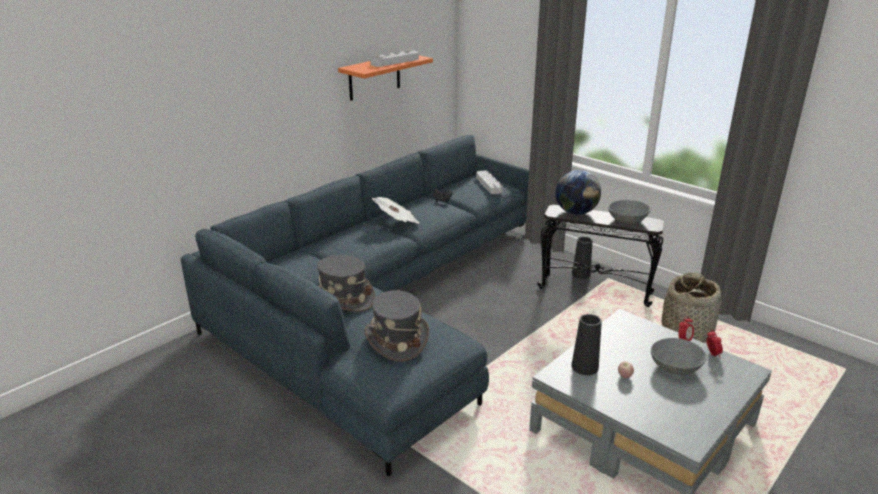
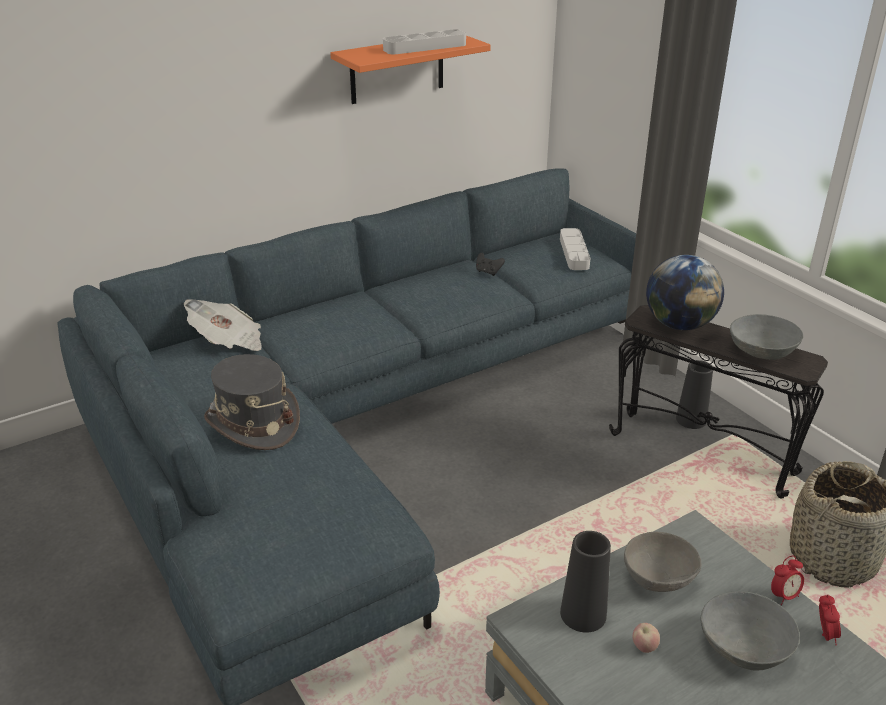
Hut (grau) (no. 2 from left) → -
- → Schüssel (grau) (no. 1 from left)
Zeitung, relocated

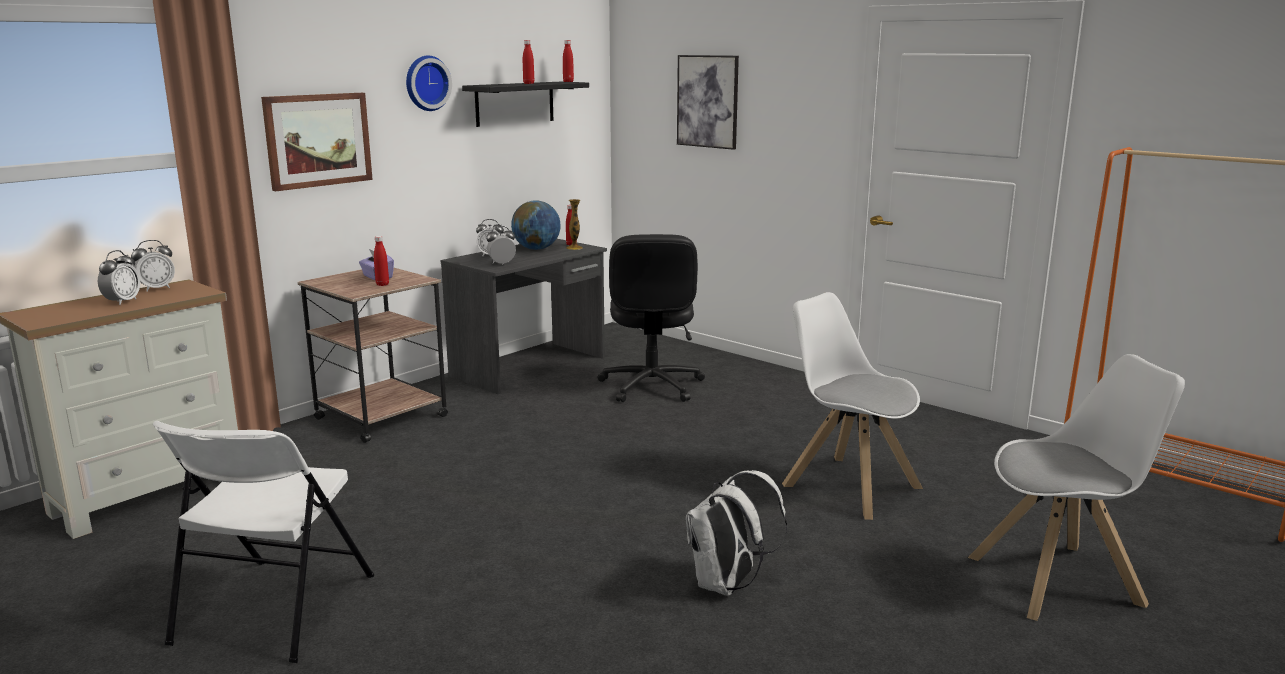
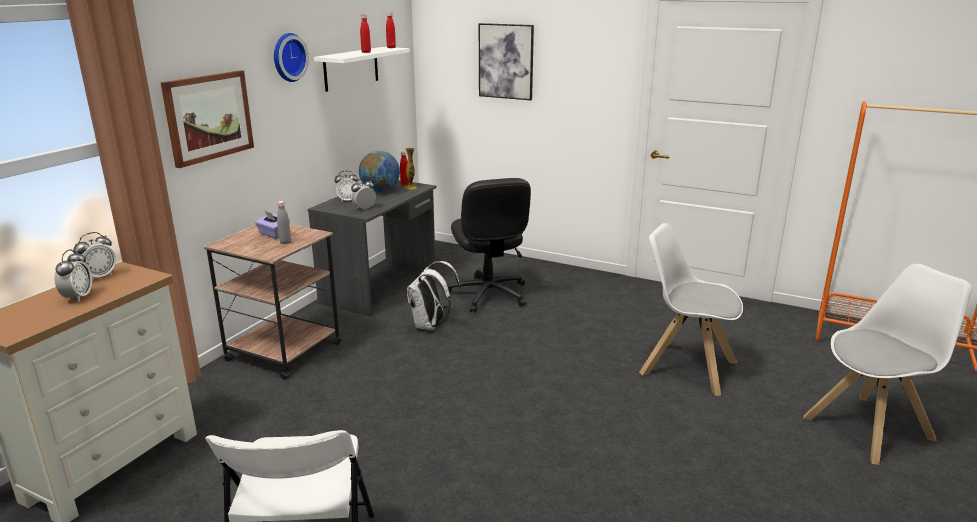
Rucksack (weiß), relocated
Flasche (rot) (no. 1 from left) → Flasche (grau)
Wandregal (schwarz) → Wandregal (weiß)

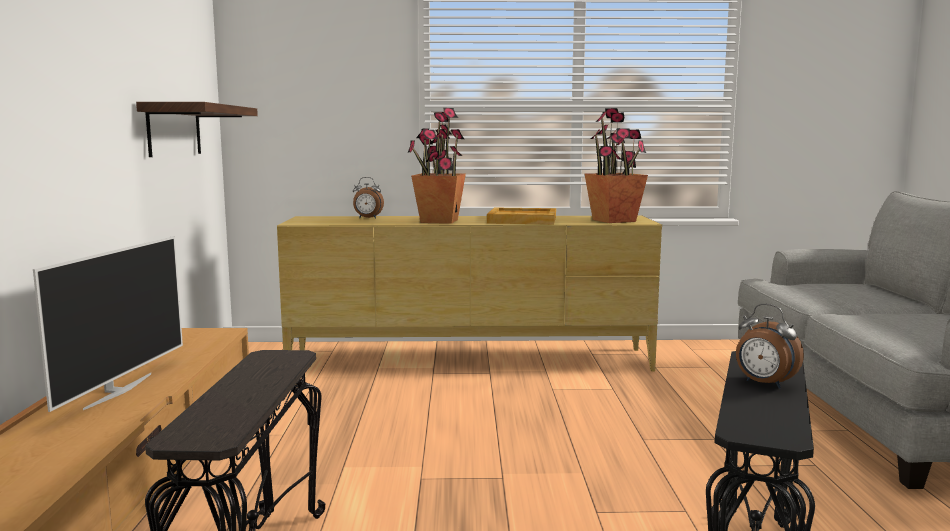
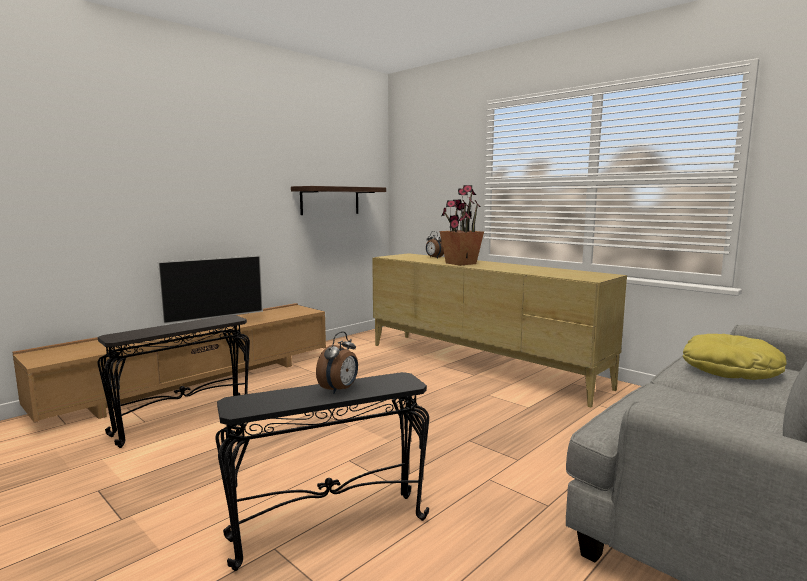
Tablett (beige) → -
Topfpflanze (no. 2 from left) → -
- → Kissen (gelb)
Wecker (no. 2 from left in the first image) → Wecker (no. 1 from left), 150 degrees counterclockwise

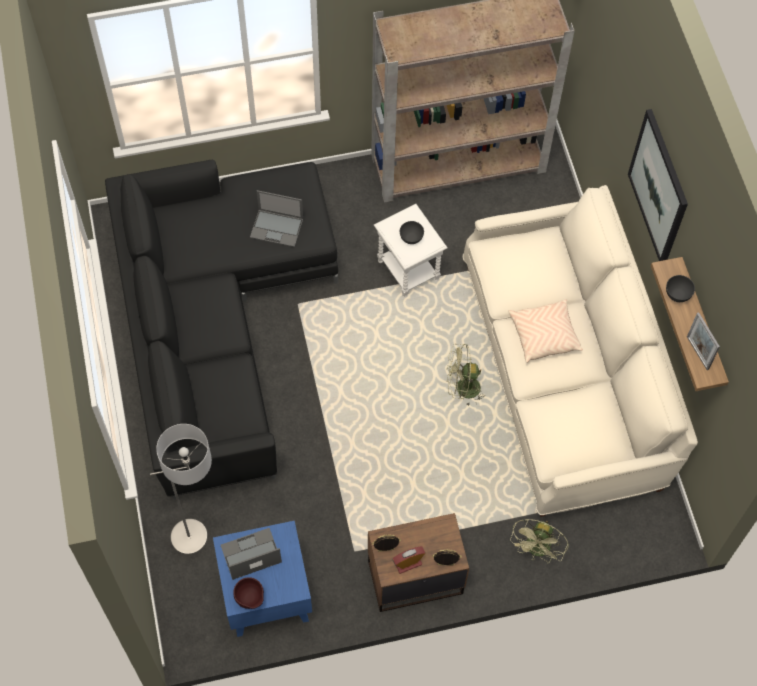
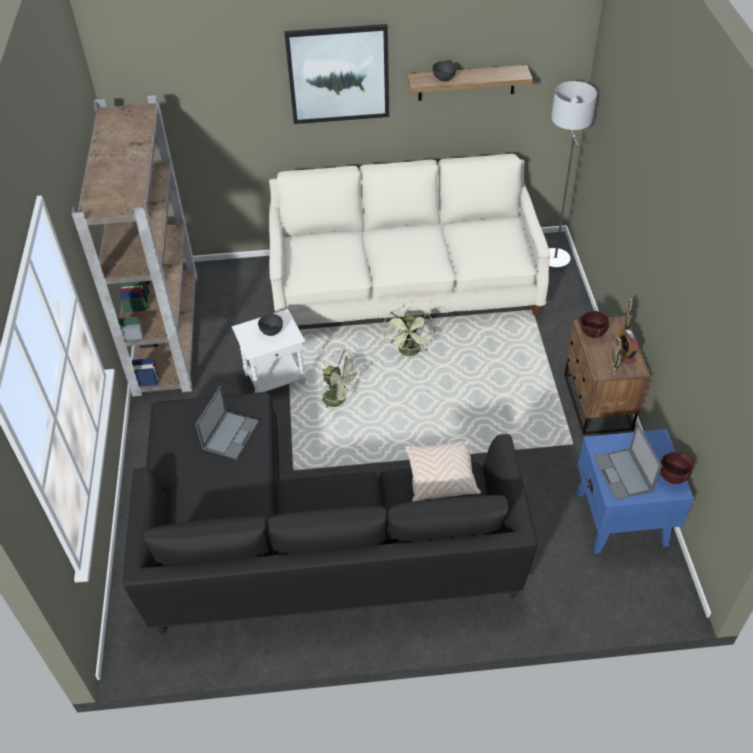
Bilderrahmen (no. 3 from left) → -
- → Schüssel (braun) (no. 1 from left)
Stehlampe (grau), relocated
Kissen (beige), relocated
Ventilator (grün) (no. 2 from left in the first image) → Ventilator (grün) (no. 1 from left), relocated

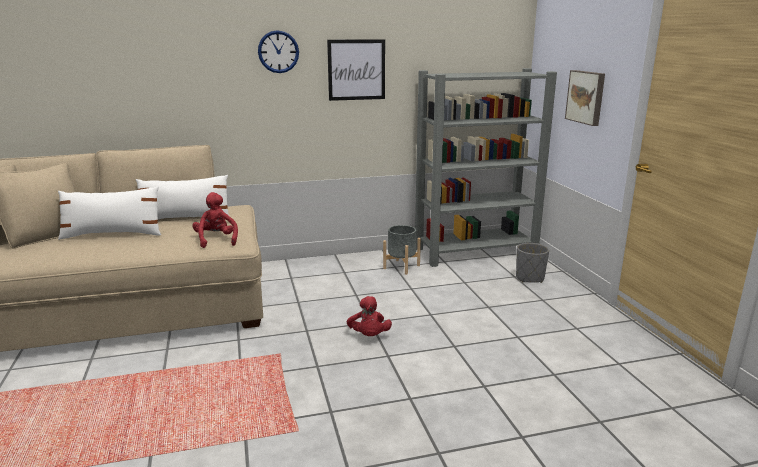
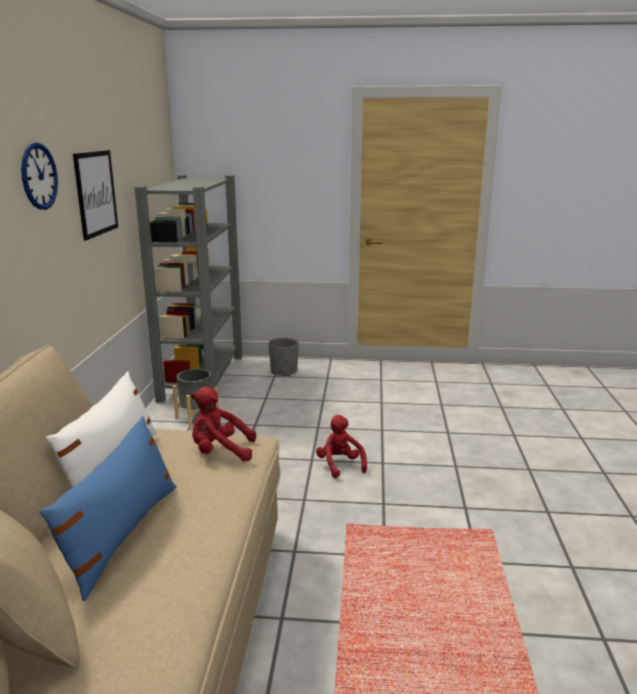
Bild (no. 2 from left) → -
Kissen (weiß) (no. 1 from left) → Kissen (blau)
Plüschtier (rot) (no. 2 from left), 120 degrees counterclockwise

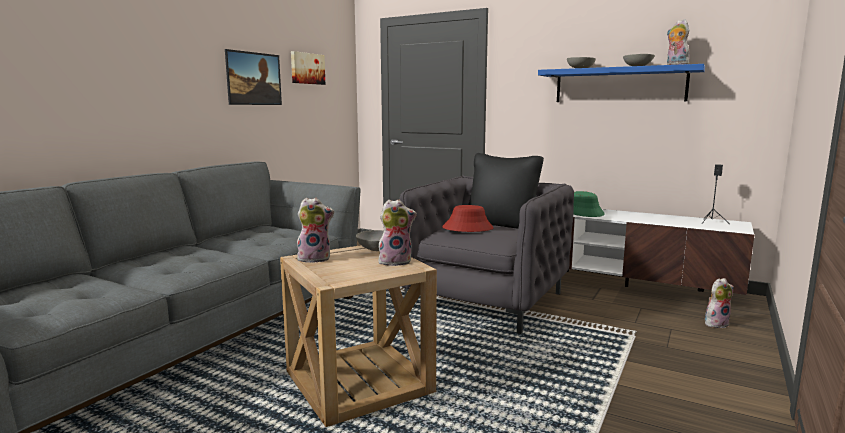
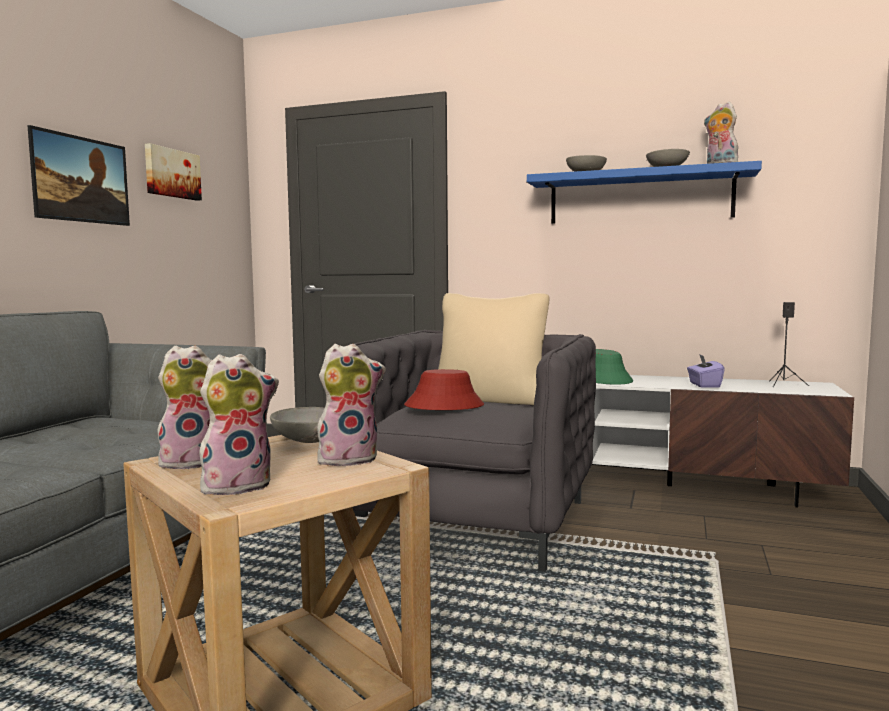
- → Taschentuchbox (lila)
Plüschtier (no. 4 from left in the first image) → Plüschtier (no. 2 from left), relocated
Kissen (schwarz) → Kissen (beige)

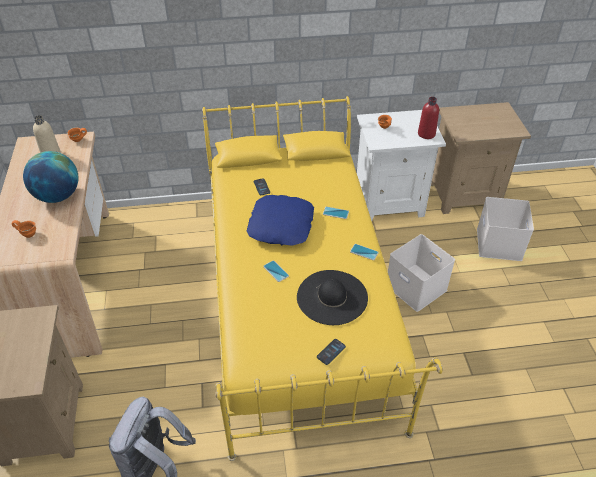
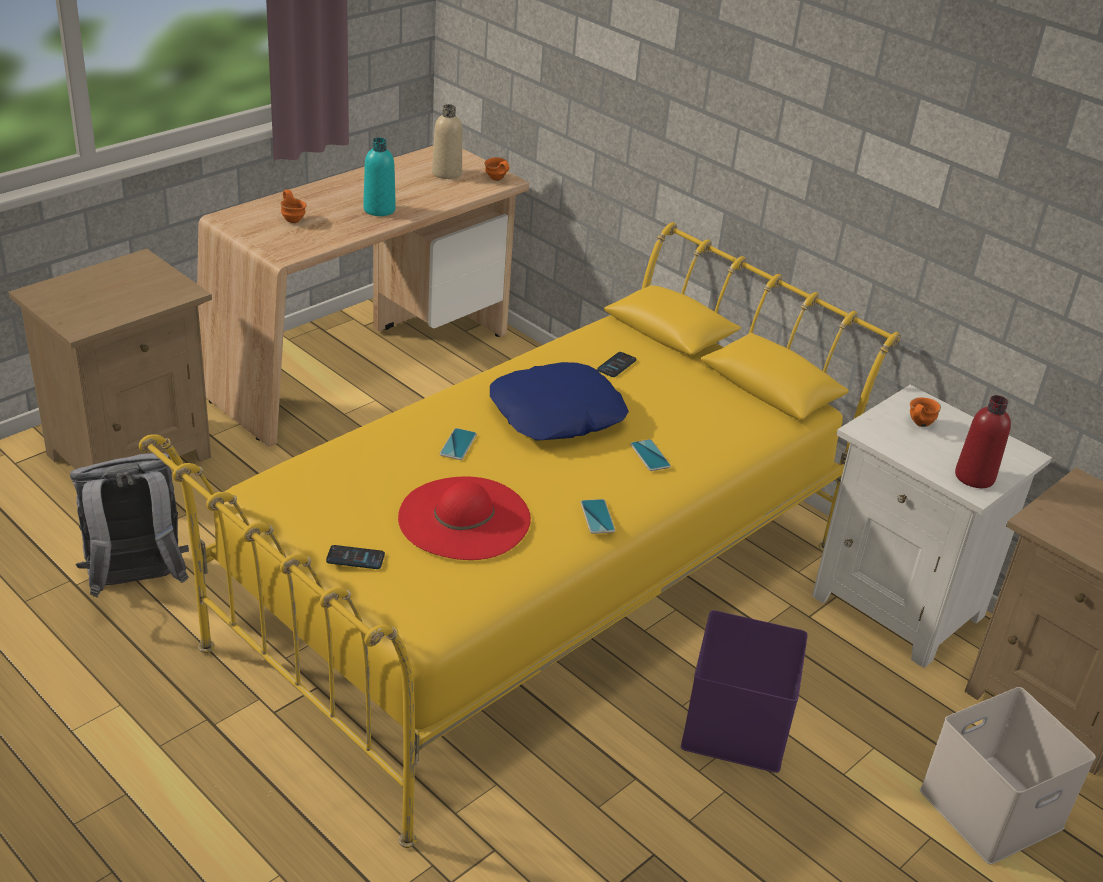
Globus → Flasche (türkis)
Hut (schwarz) → Hut (rot)
Aufbewahrungsbox (weiß) (no. 1 from left) → Aufbewahrungsbox (lila)

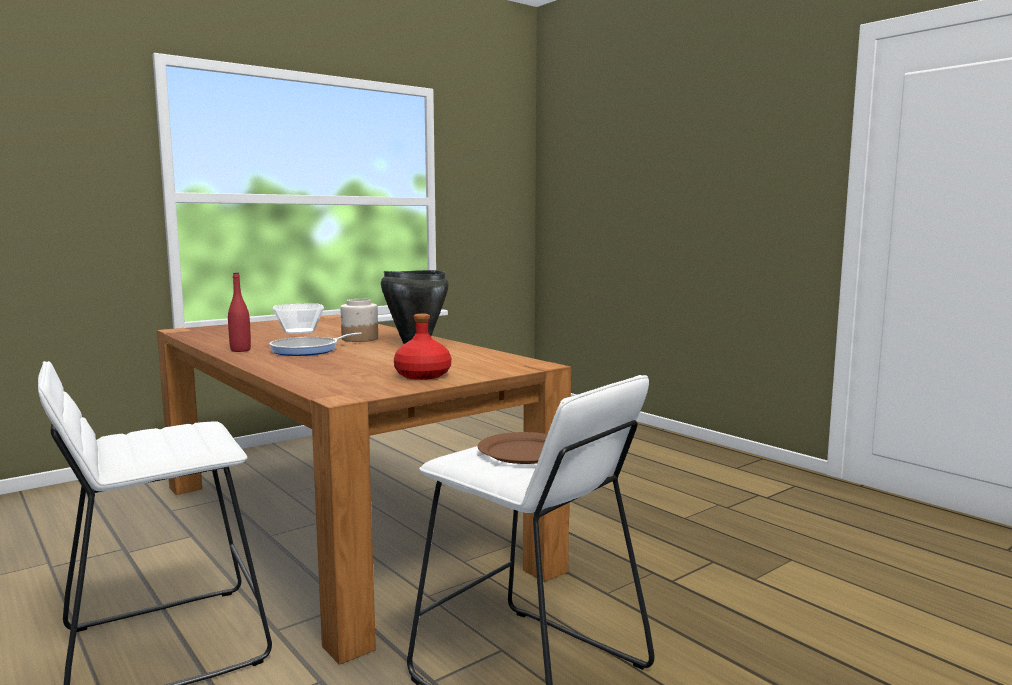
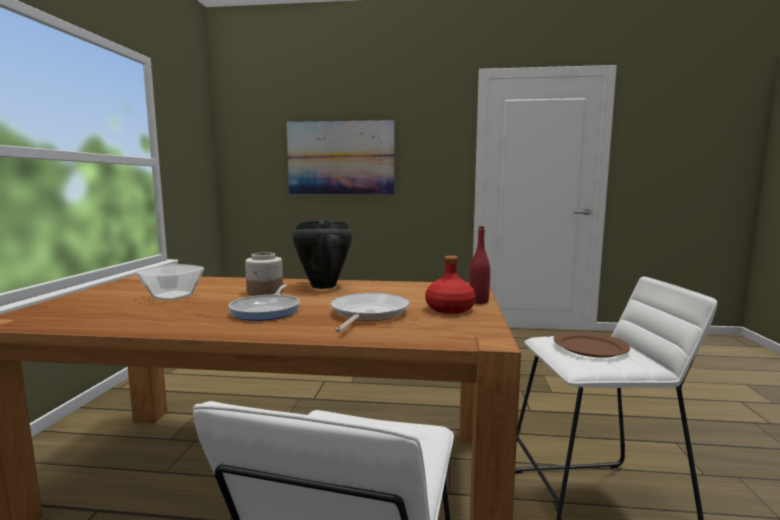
- → Bild
- → Pfanne (no. 2 from left)
Flasche (rot) (no. 1 from left in the first image) → Flasche (rot) (no. 2 from left), relocated

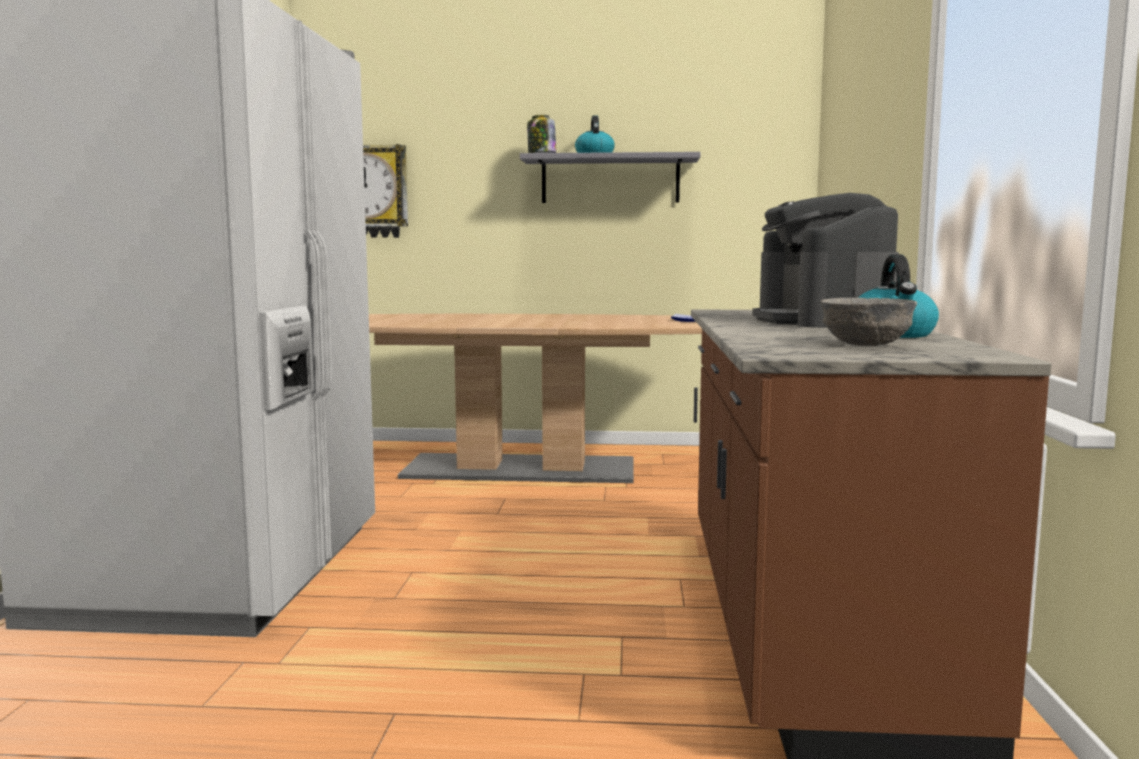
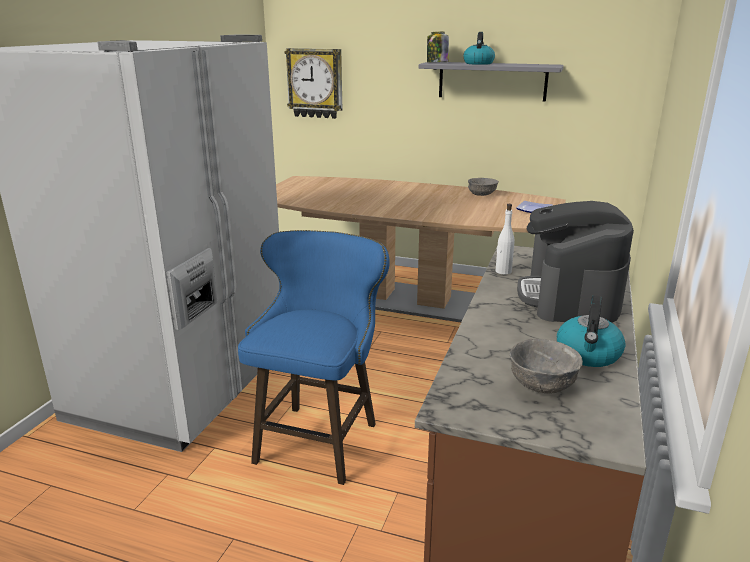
- → Hocker (blau)
- → Schüssel (grau) (no. 1 from left)
- → Flasche (weiß)

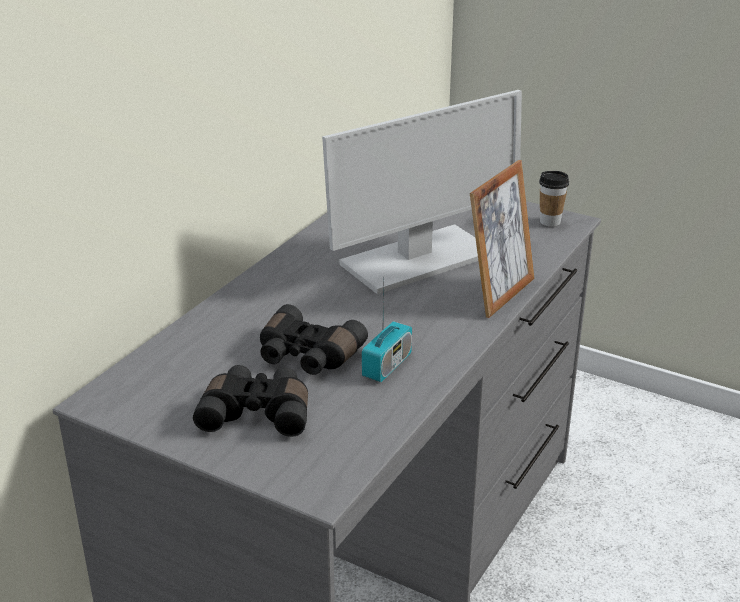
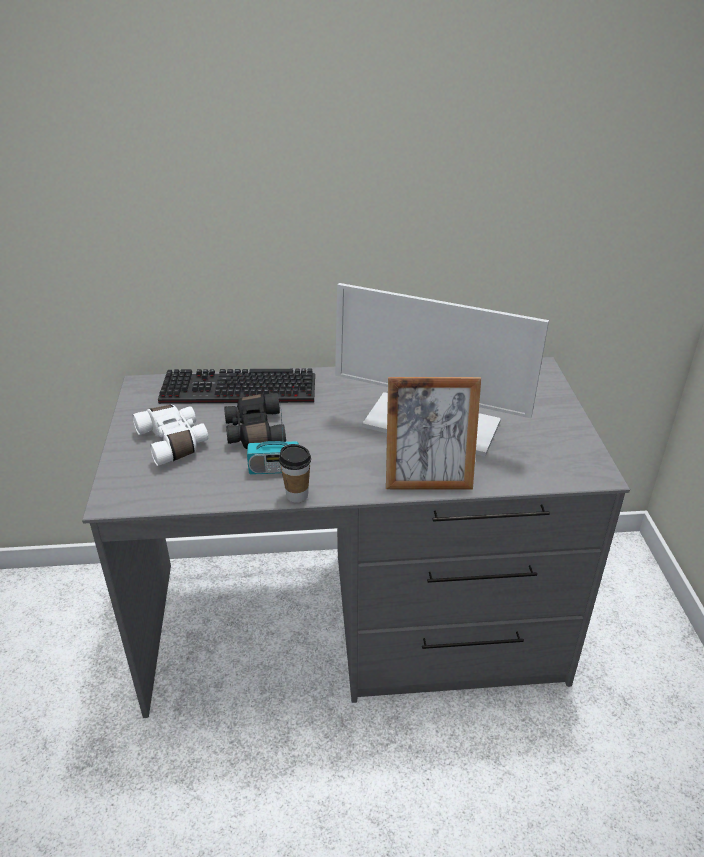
- → Tastatur
Tasse, relocated
Fernglas (schwarz) (no. 1 from left) → Fernglas (weiß)

